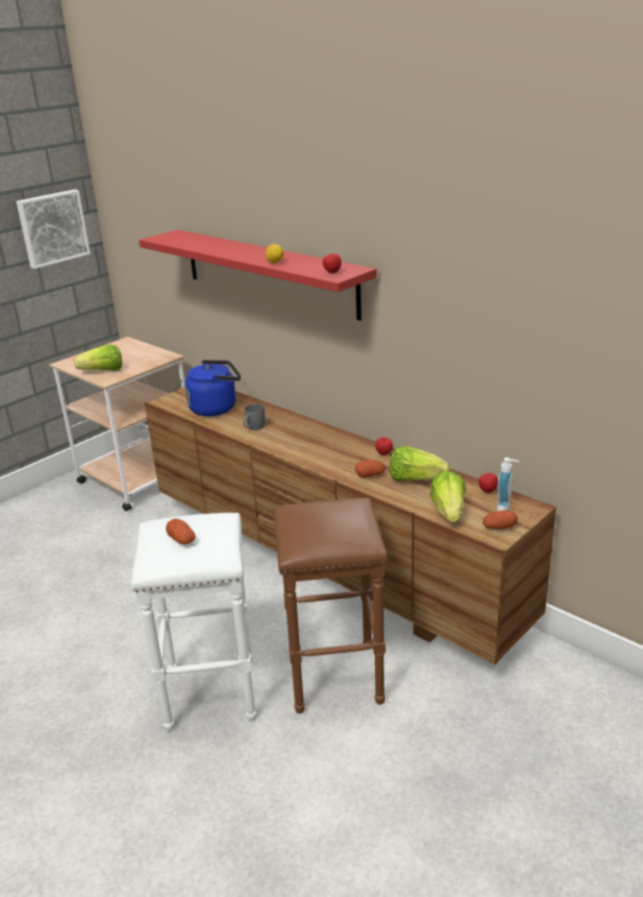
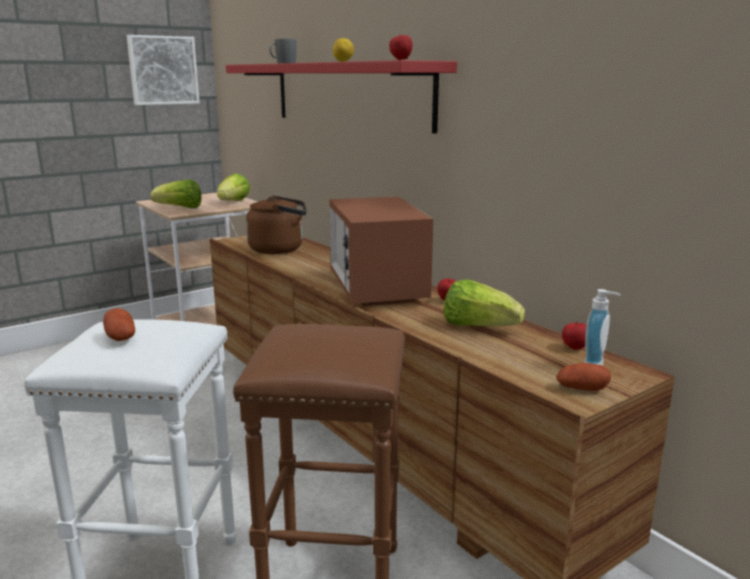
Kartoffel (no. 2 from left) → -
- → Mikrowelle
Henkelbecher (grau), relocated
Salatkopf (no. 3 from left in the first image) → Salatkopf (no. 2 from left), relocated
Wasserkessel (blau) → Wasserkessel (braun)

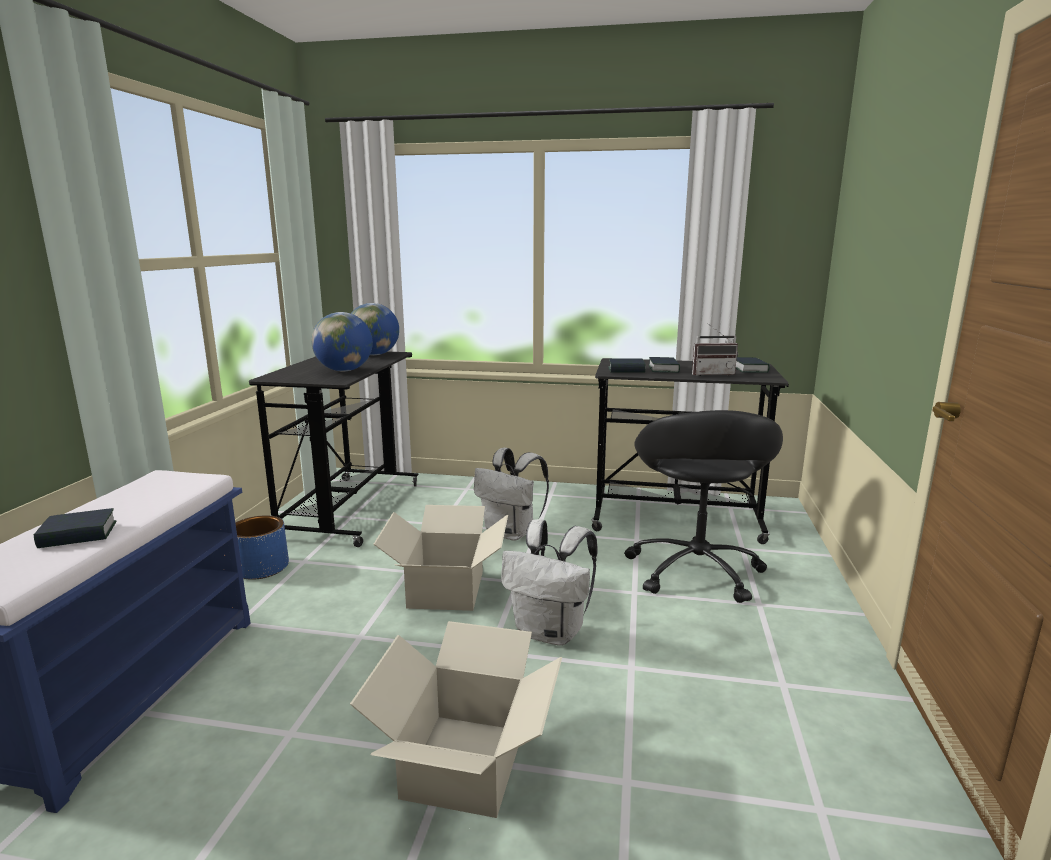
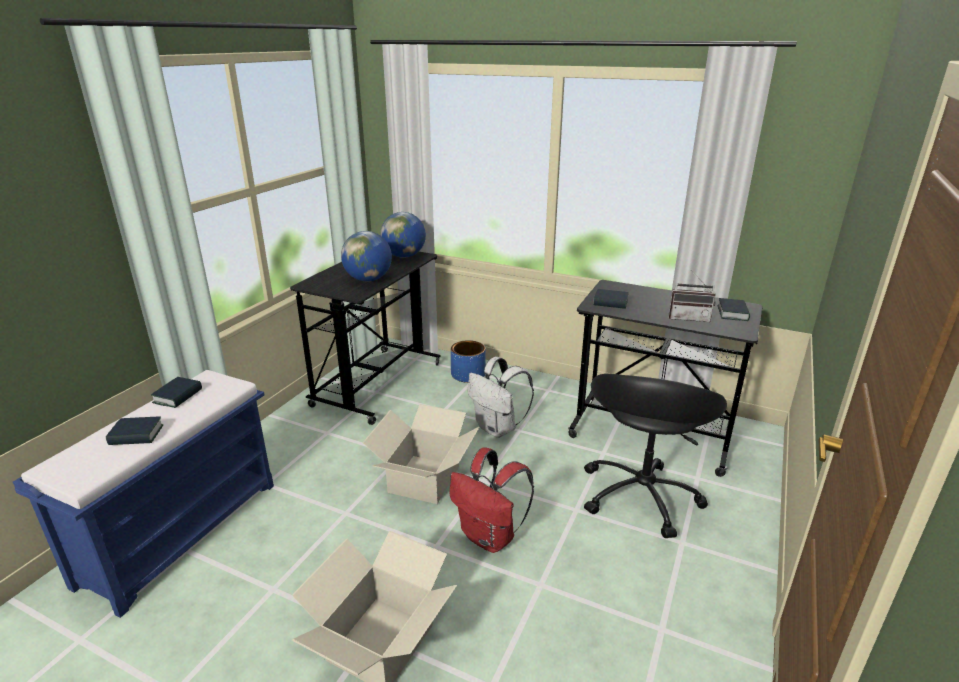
Pflanzkübel (blau), relocated
Buch (no. 3 from left in the first image) → Buch (no. 2 from left), relocated
Rucksack (weiß) (no. 2 from left) → Rucksack (rot)

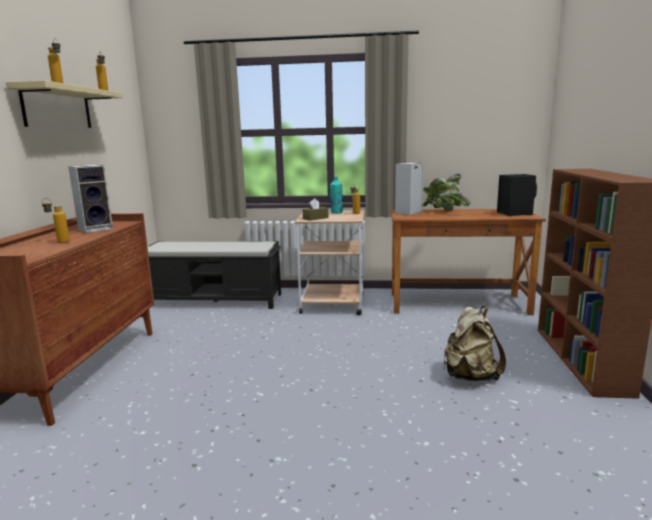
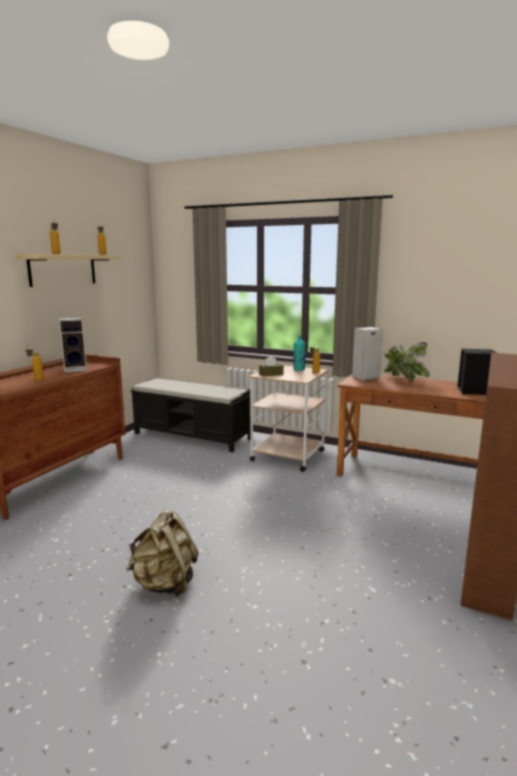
Rucksack (beige), relocated

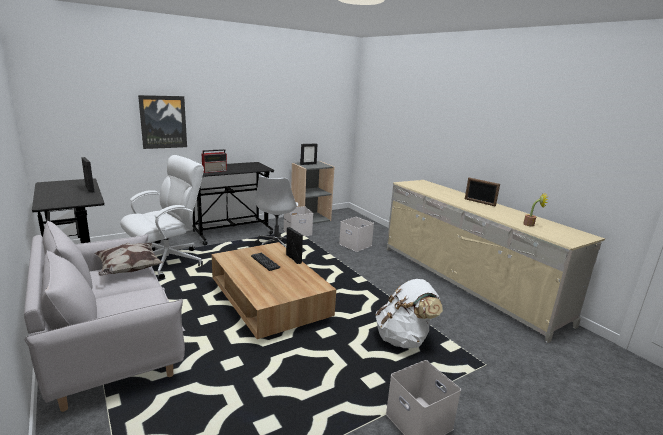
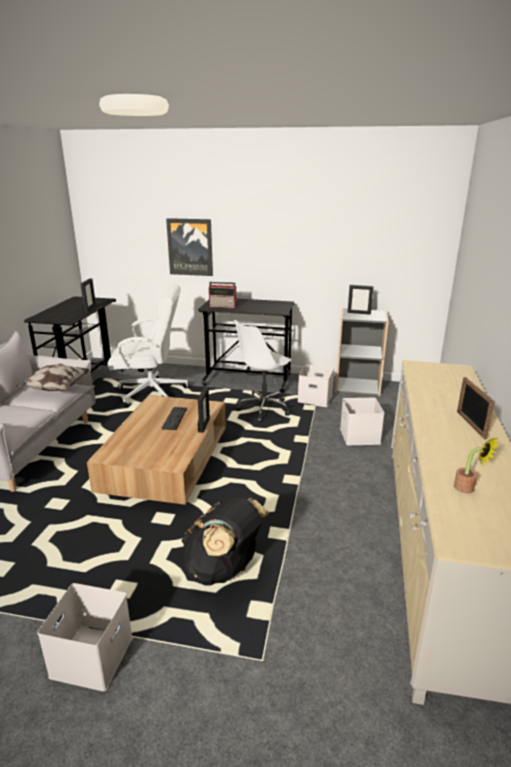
Rucksack (weiß) → Rucksack (schwarz)

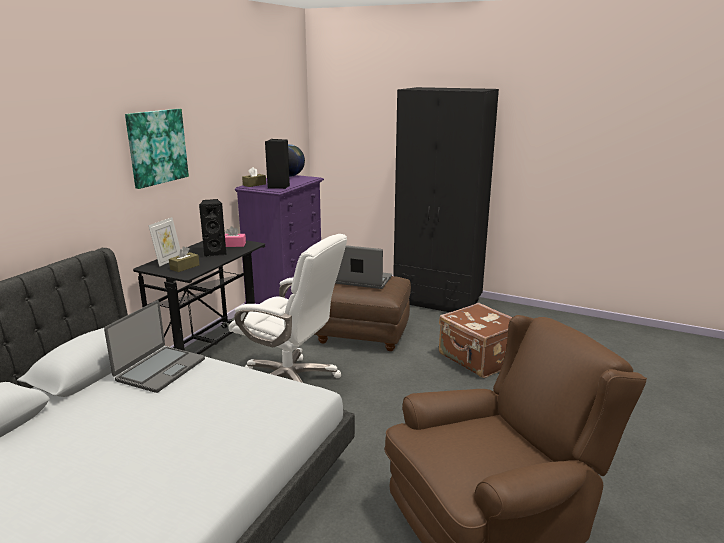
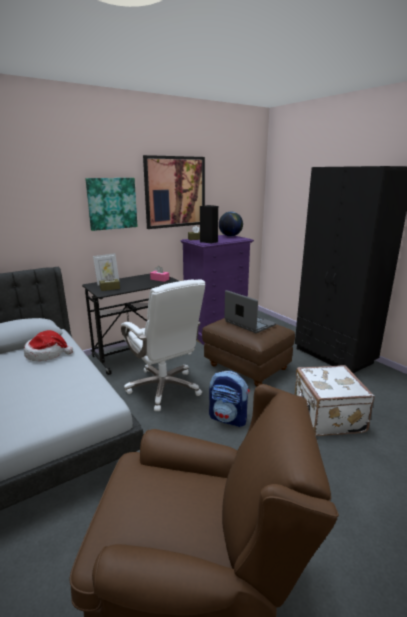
Lautsprecher (schwarz) (no. 1 from left) → -
- → Bild (no. 2 from left)
- → Rucksack
Laptop (no. 1 from left) → Hut
Koffer (braun) → Koffer (weiß)

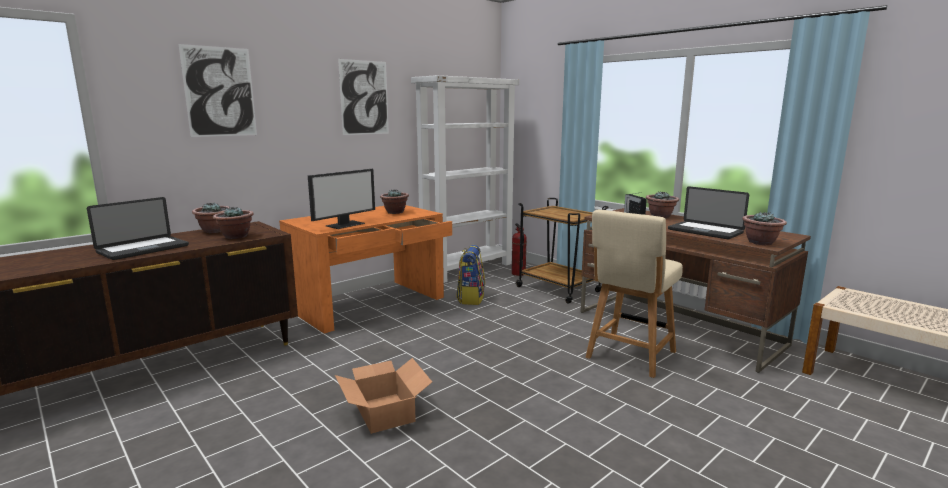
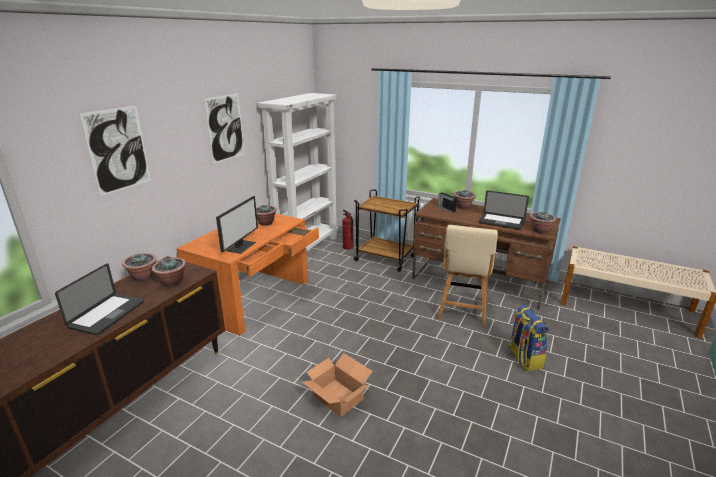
Rucksack, relocated

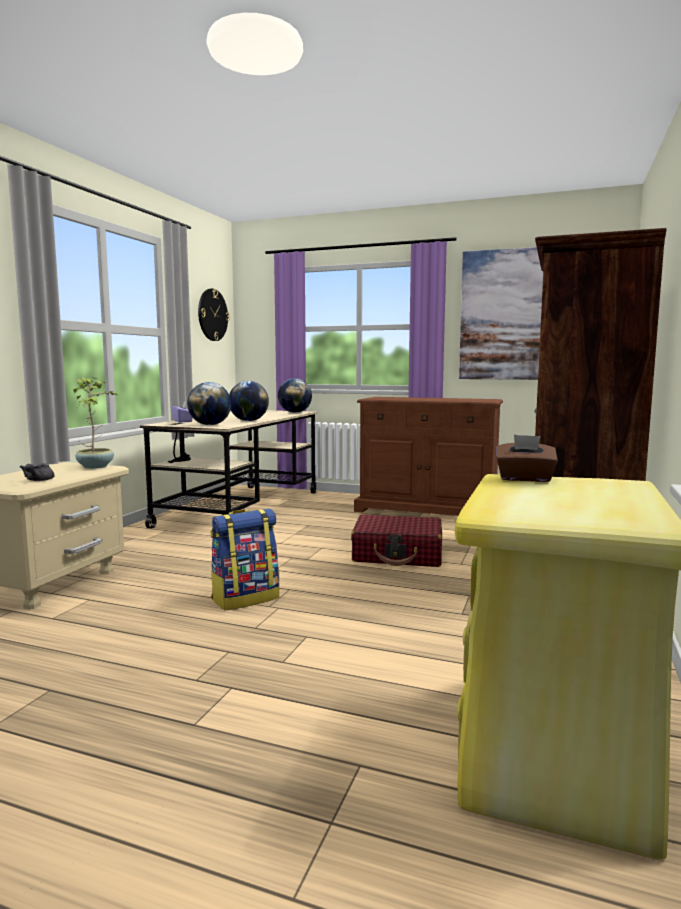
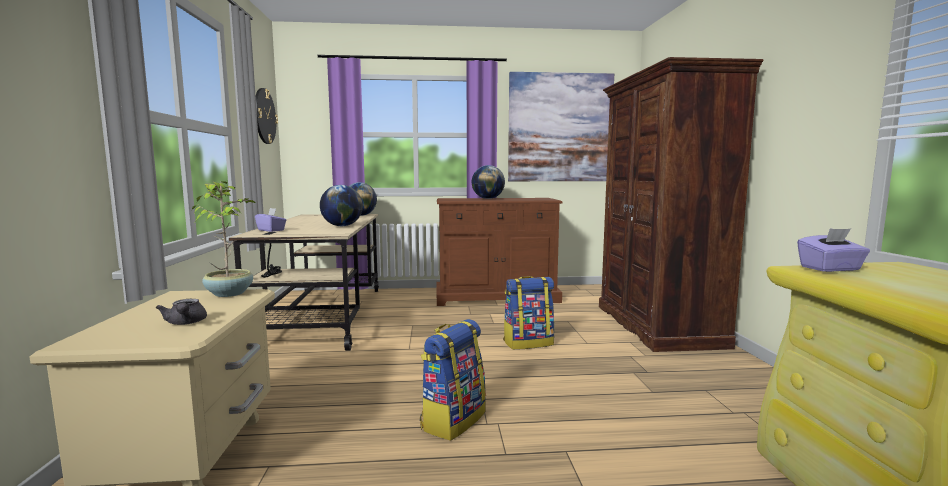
Globus (no. 1 from left in the first image) → Globus (no. 3 from left), relocated
Koffer (rot) → Rucksack (no. 2 from left)
Taschentuchbox (braun) → Taschentuchbox (lila) (no. 2 from left)

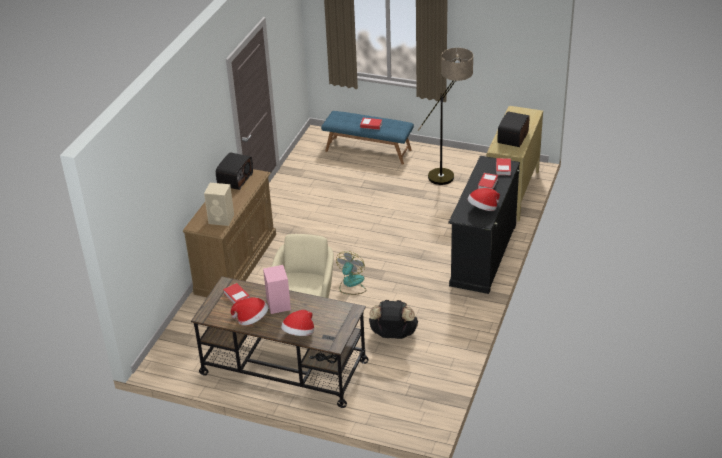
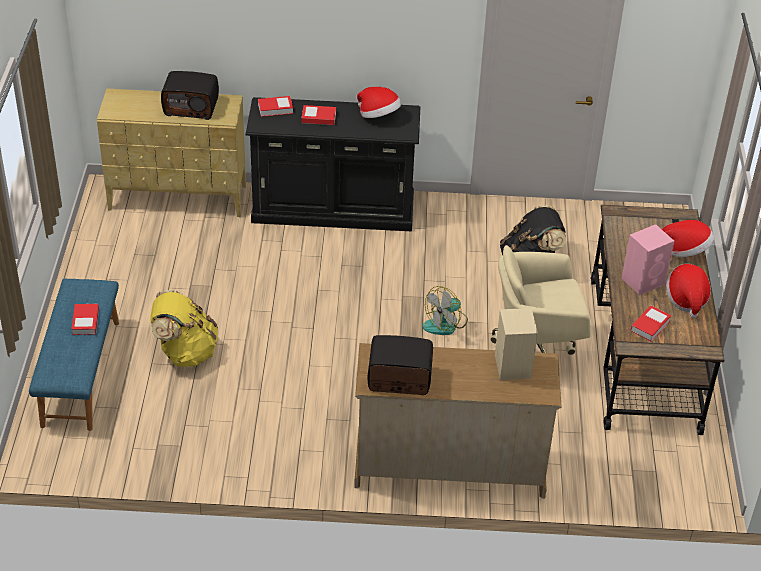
Stehlampe → -
- → Rucksack (gelb)
Ventilator, 45 degrees counterclockwise

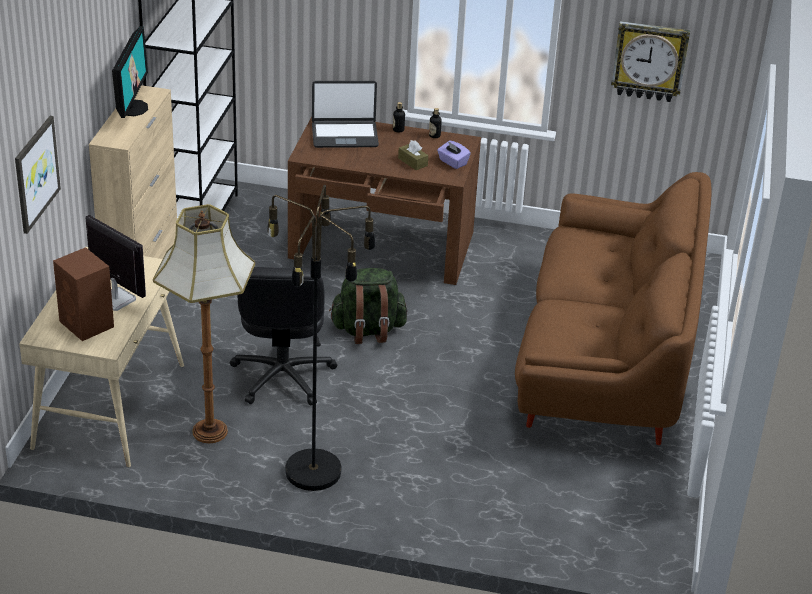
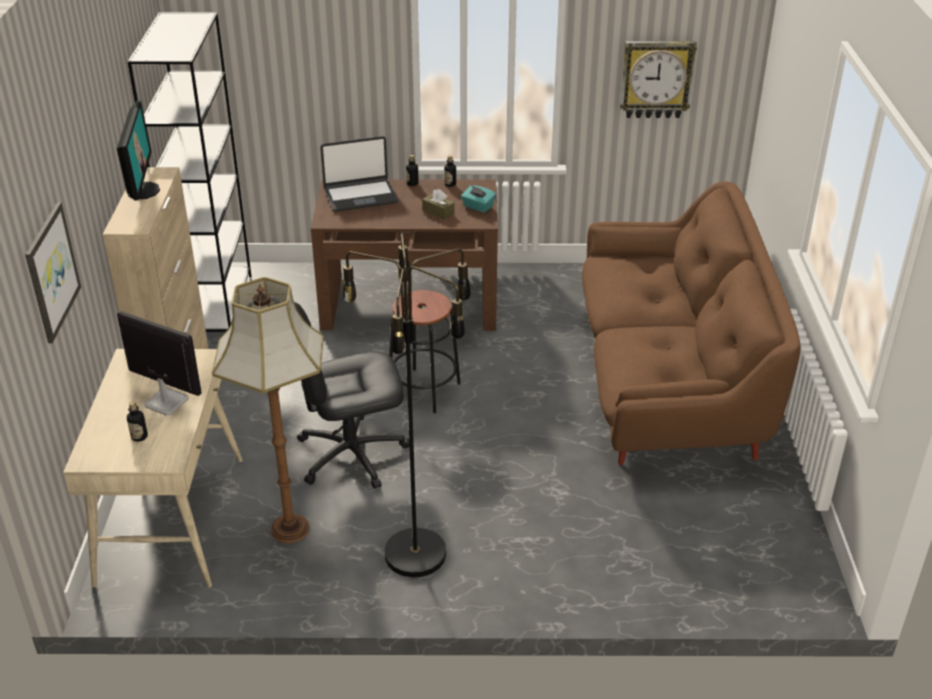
Lautsprecher (braun) → Flasche (no. 1 from left)
Rucksack (grün) → Hocker (schwarz)
Taschentuchbox (lila) → Taschentuchbox (türkis)
Bürostuhl (schwarz), 90 degrees clockwise

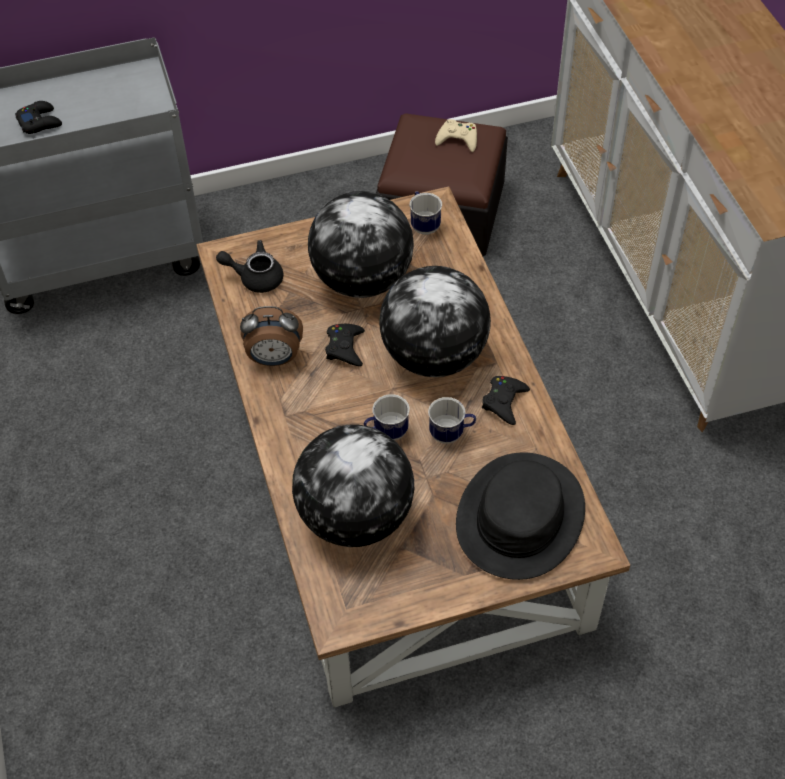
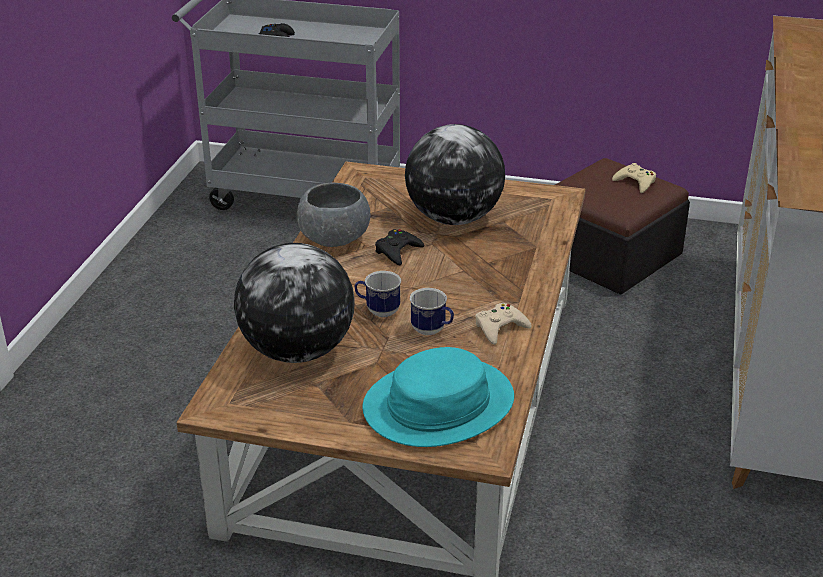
Teekanne (schwarz) → -
Globus (no. 3 from left) → -
Henkelbecher (no. 2 from left) → -
Wecker → Schüssel (grau)
Hut (schwarz) → Hut (türkis)
Gamepad (schwarz) (no. 3 from left) → Gamepad (beige) (no. 1 from left)

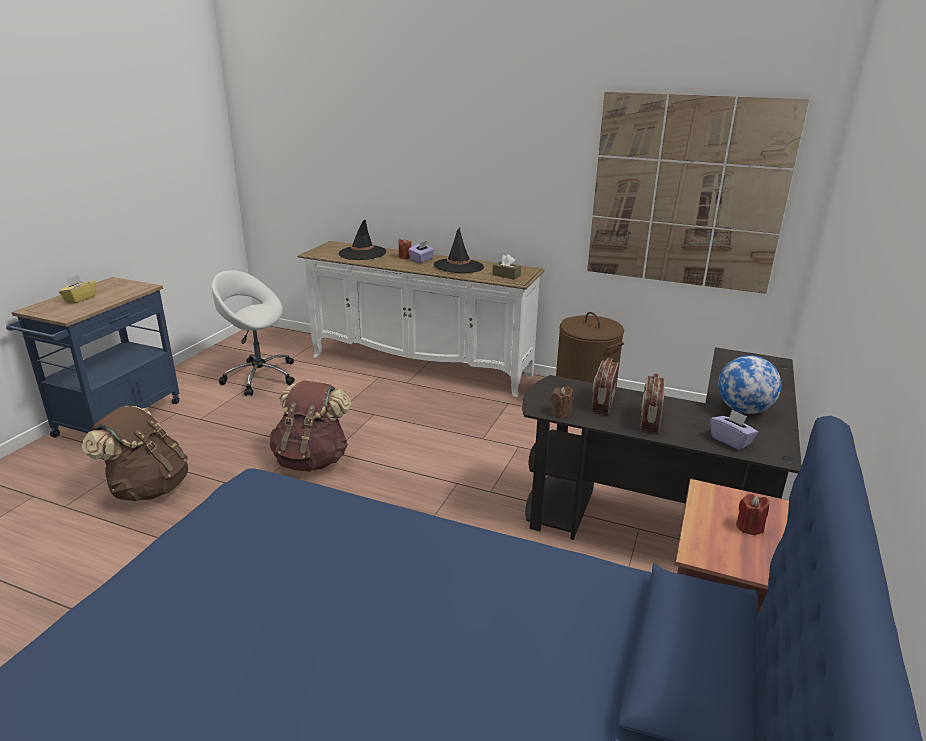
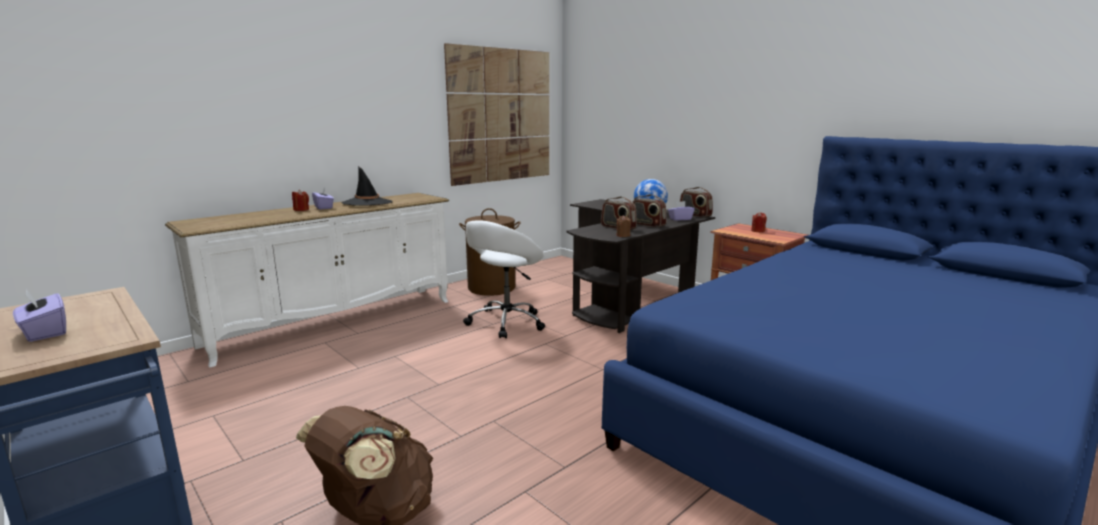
Rucksack (braun) (no. 2 from left) → -
Hut (schwarz) (no. 1 from left) → -
Taschentuchbox (braun) → -
- → Radio (no. 3 from left)
Bürostuhl (weiß), relocated
Taschentuchbox (gelb) → Taschentuchbox (lila) (no. 1 from left)

